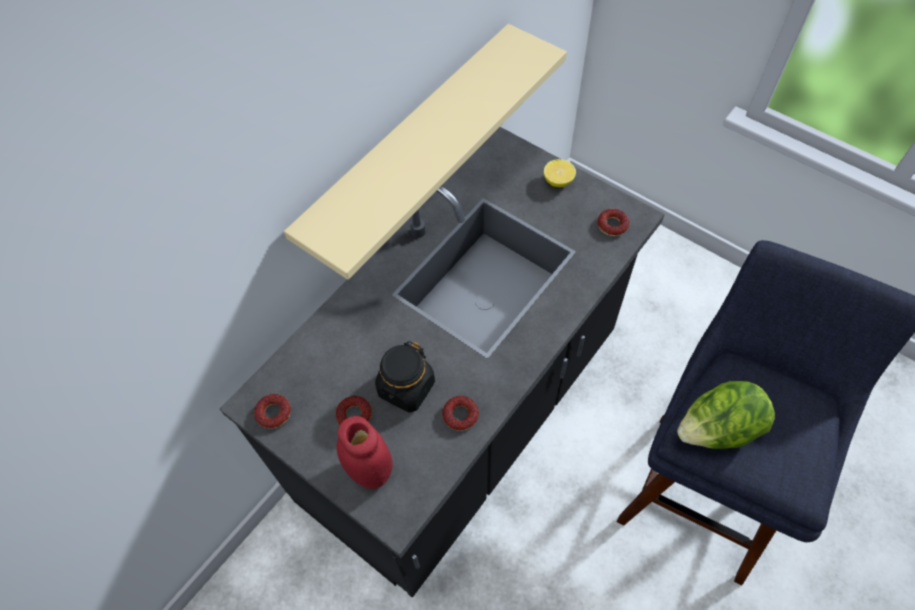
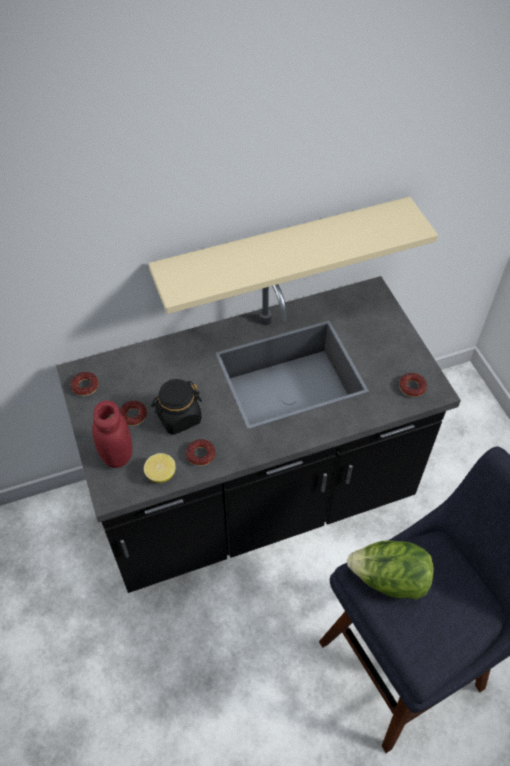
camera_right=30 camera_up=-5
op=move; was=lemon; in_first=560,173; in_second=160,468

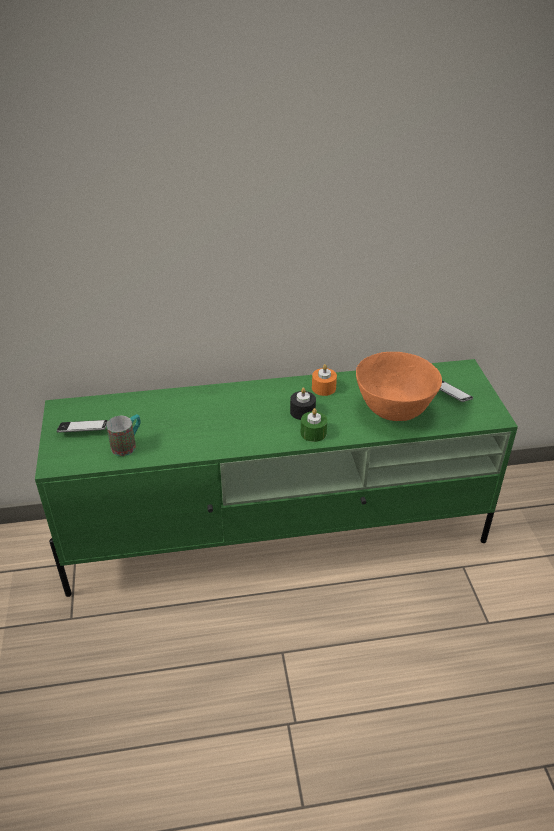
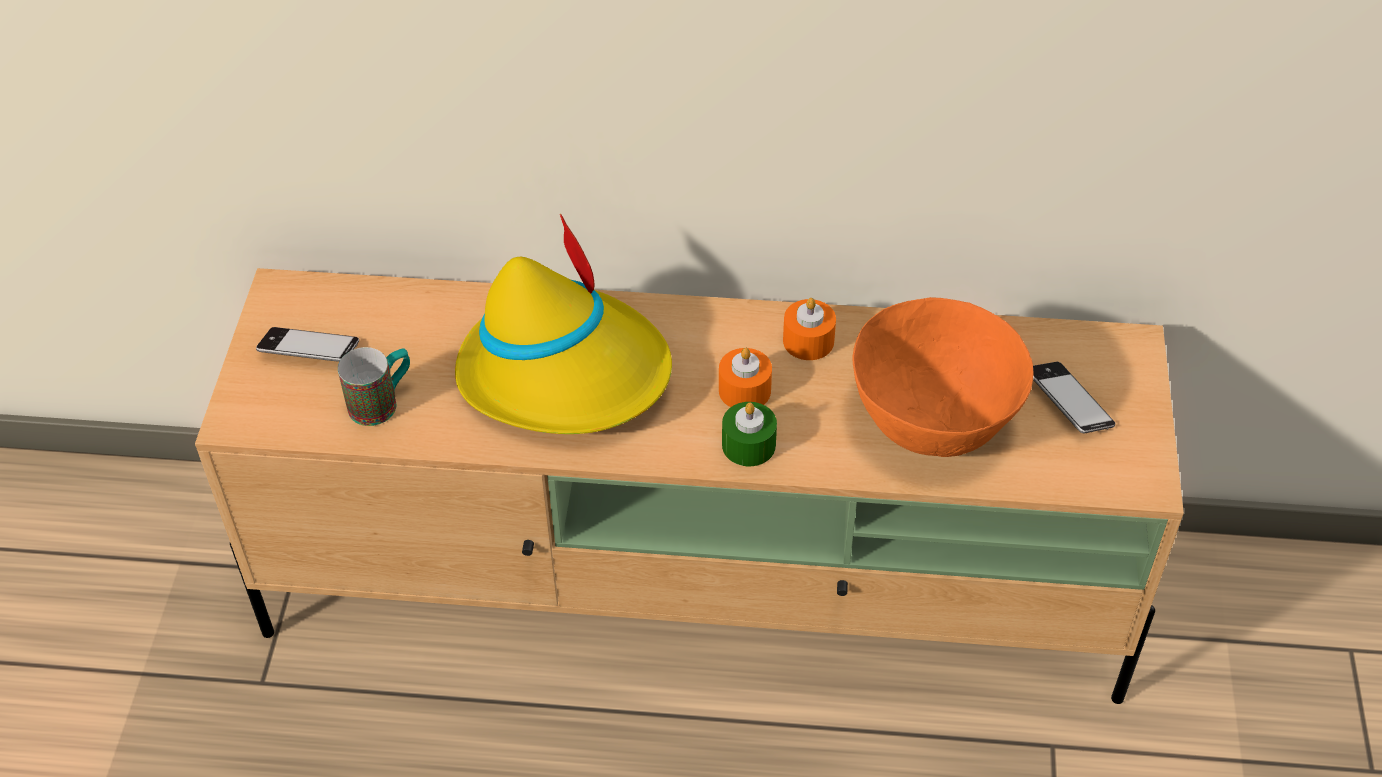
camera_right=15 camera_up=10
op=recolor; was=media console in green-coloured; now=media console in sand-coloured; in_first=276,478; in_second=689,486
op=insert; now=wearable hat in yellowish; in_second=563,324
op=recolor; was=wax light in black; now=wax light in orange; in_first=303,404; in_second=745,377

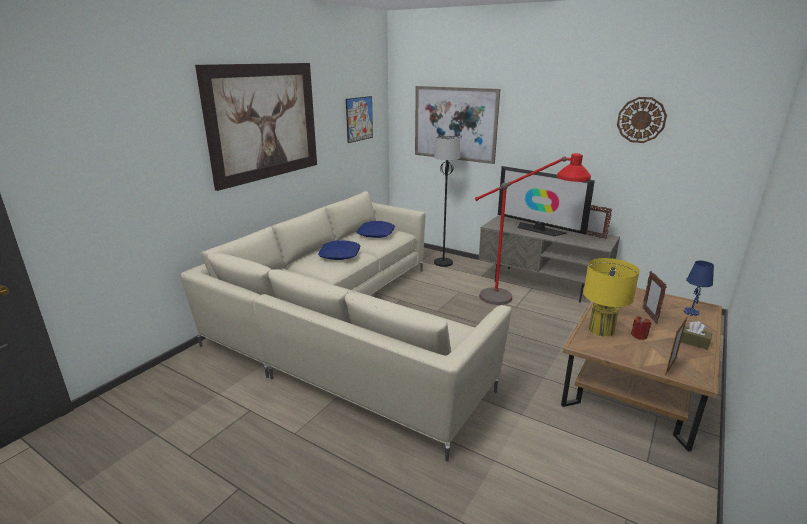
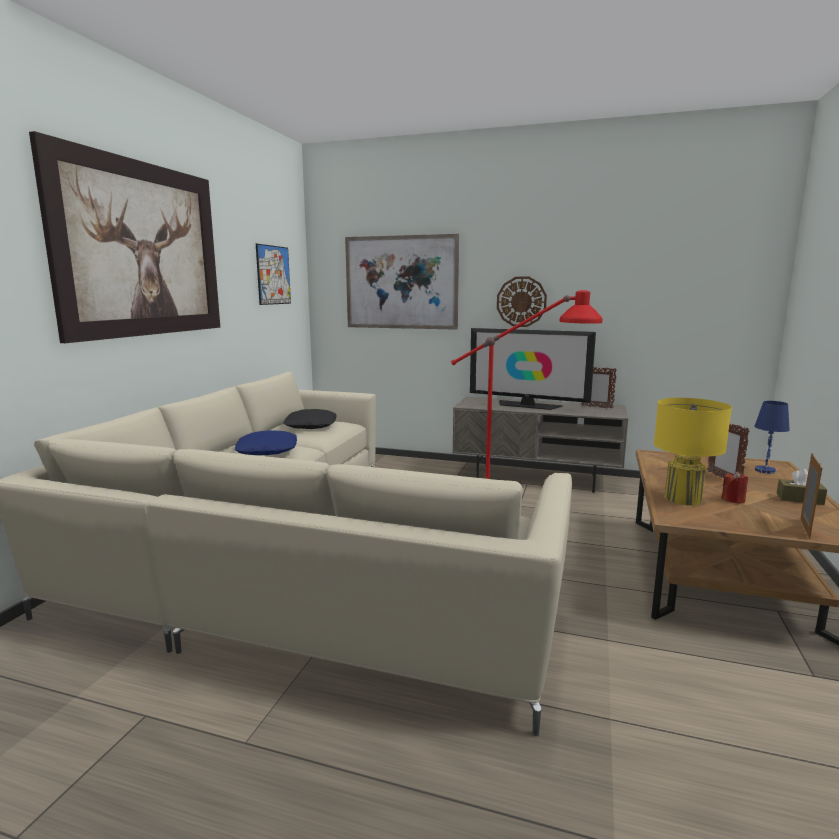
camera_right=-15 camera_up=-10
op=recolor; was=pillow in blue; now=pillow in black; in_first=376,229; in_second=310,419
op=move; was=hanging clock; in_first=642,120; in_second=522,302
op=delete; was=floor lamp in black; in_first=447,201

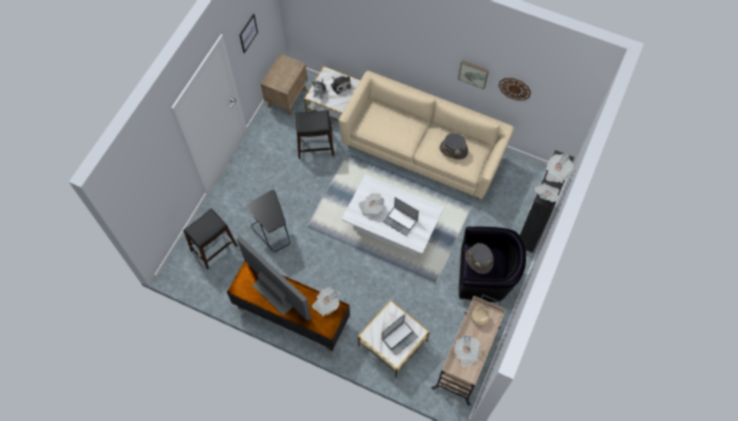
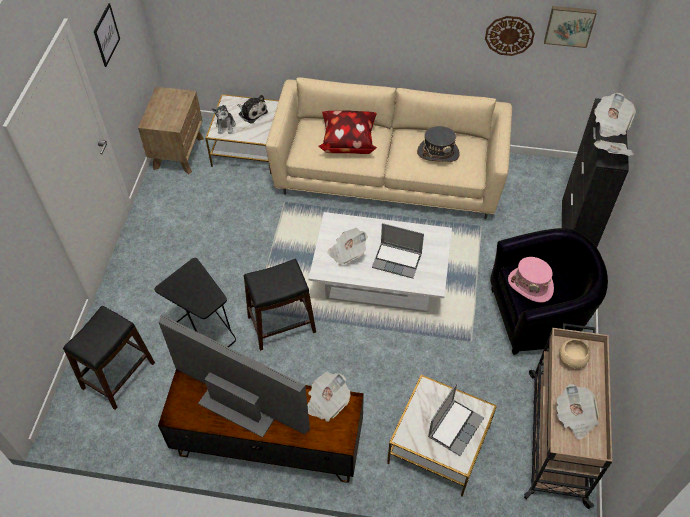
camera_right=-15 camera_up=-10
op=move; was=sitting stool in black; in_first=315,134; in_second=280,305
op=insert; now=pillow; in_second=347,132
op=recolor; was=wearable hat in gray; now=wearable hat in pink; in_first=479,258; in_second=531,280
op=move; was=wall art; in_first=473,74; in_second=570,27

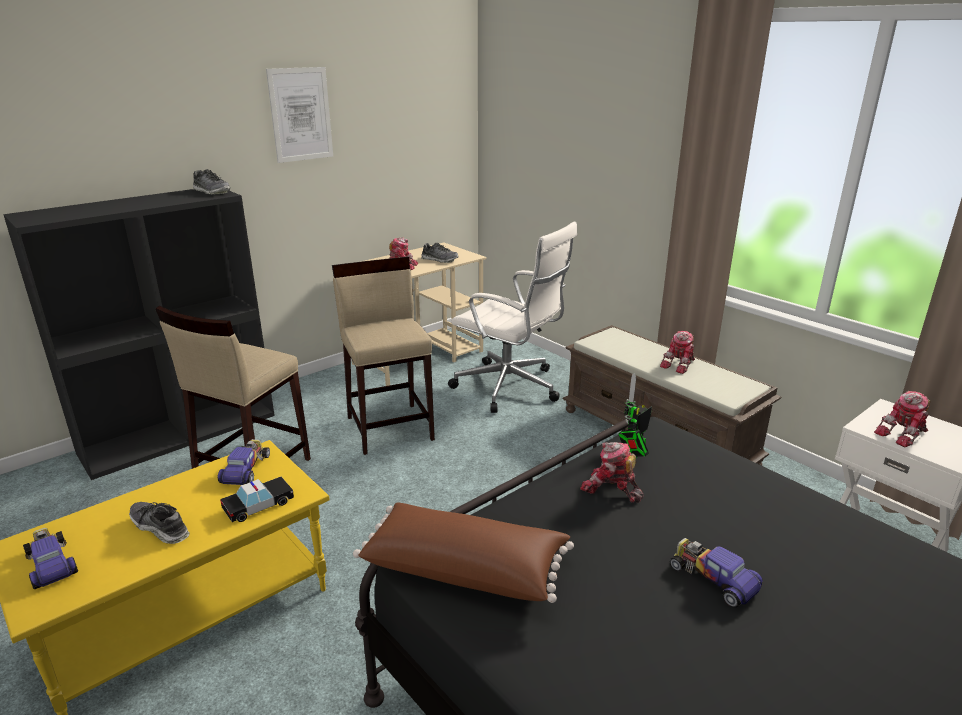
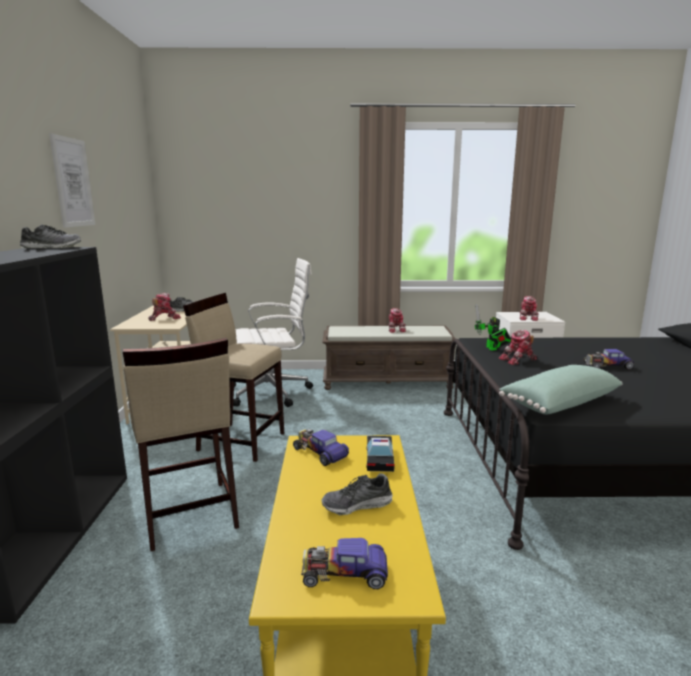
camera_right=-50 camera_up=-10
op=recolor; was=pillow in brown-coloured; now=pillow in green-coloured; in_first=463,552; in_second=560,390

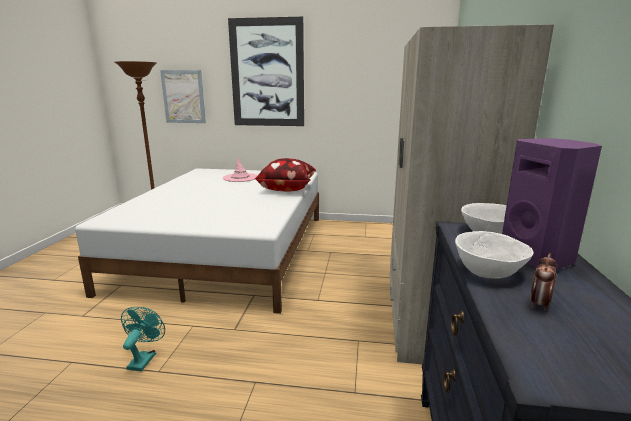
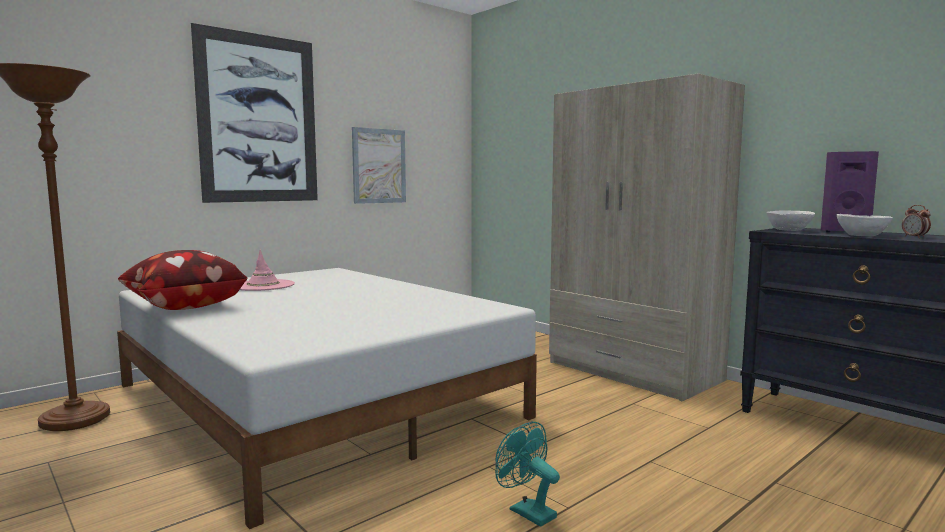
camera_right=-50 camera_up=-10
op=move; was=pillow; in_first=285,175; in_second=183,280
op=move; was=wall art; in_first=183,96; in_second=379,165

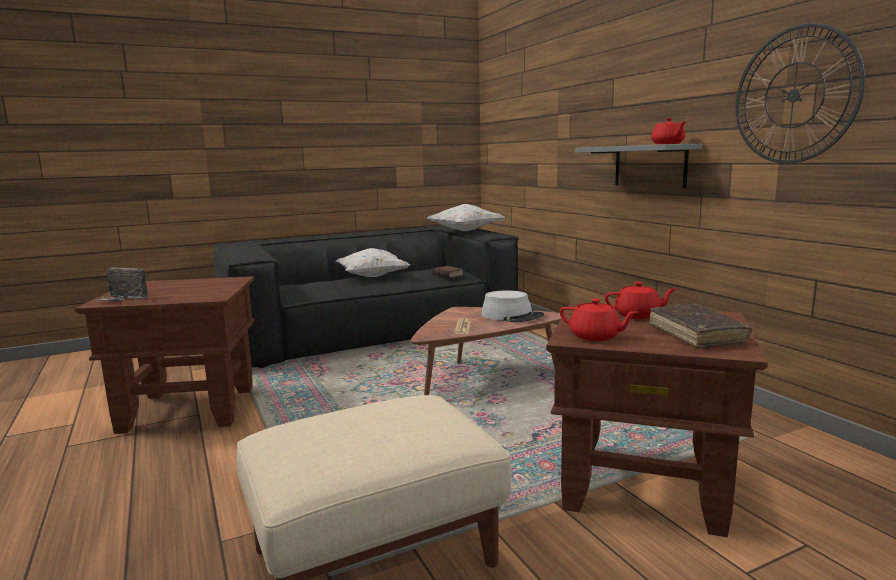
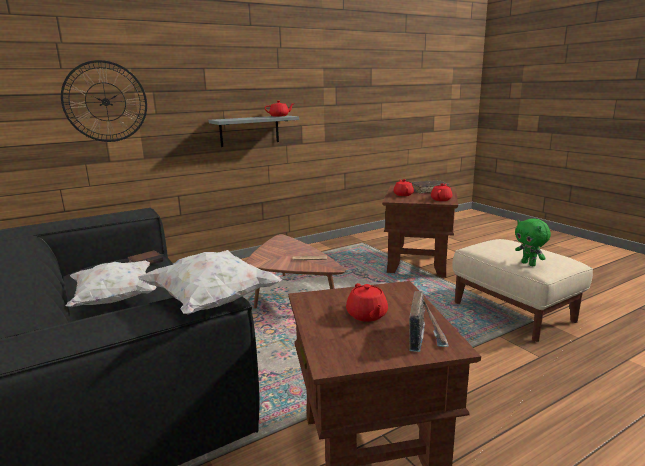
camera_right=-95 camera_up=5
op=move; was=hanging clock; in_first=800,93; in_second=104,101
op=move; was=pillow in white; in_first=466,217; in_second=209,282
op=insert; now=teapot in reddish; in_second=367,302
op=insert; now=soft toy in green-coloured; in_second=533,242
op=delete; was=wearable hat in gray; in_first=512,306

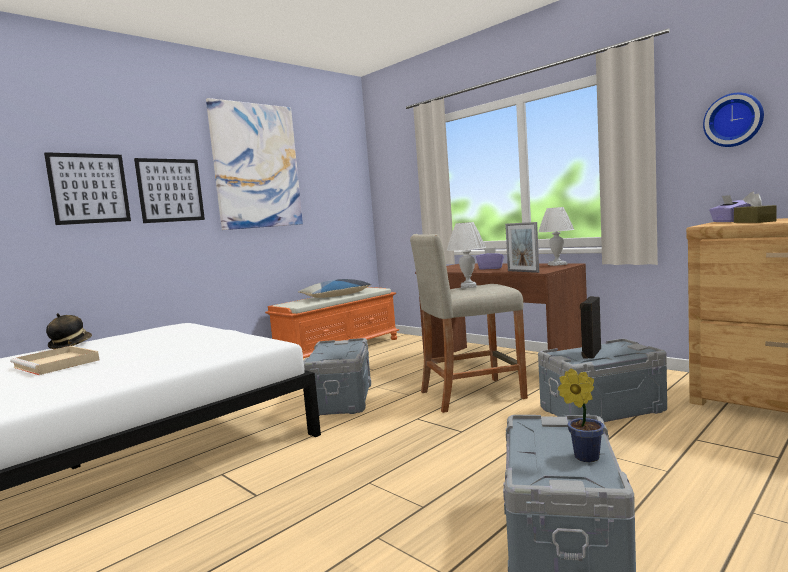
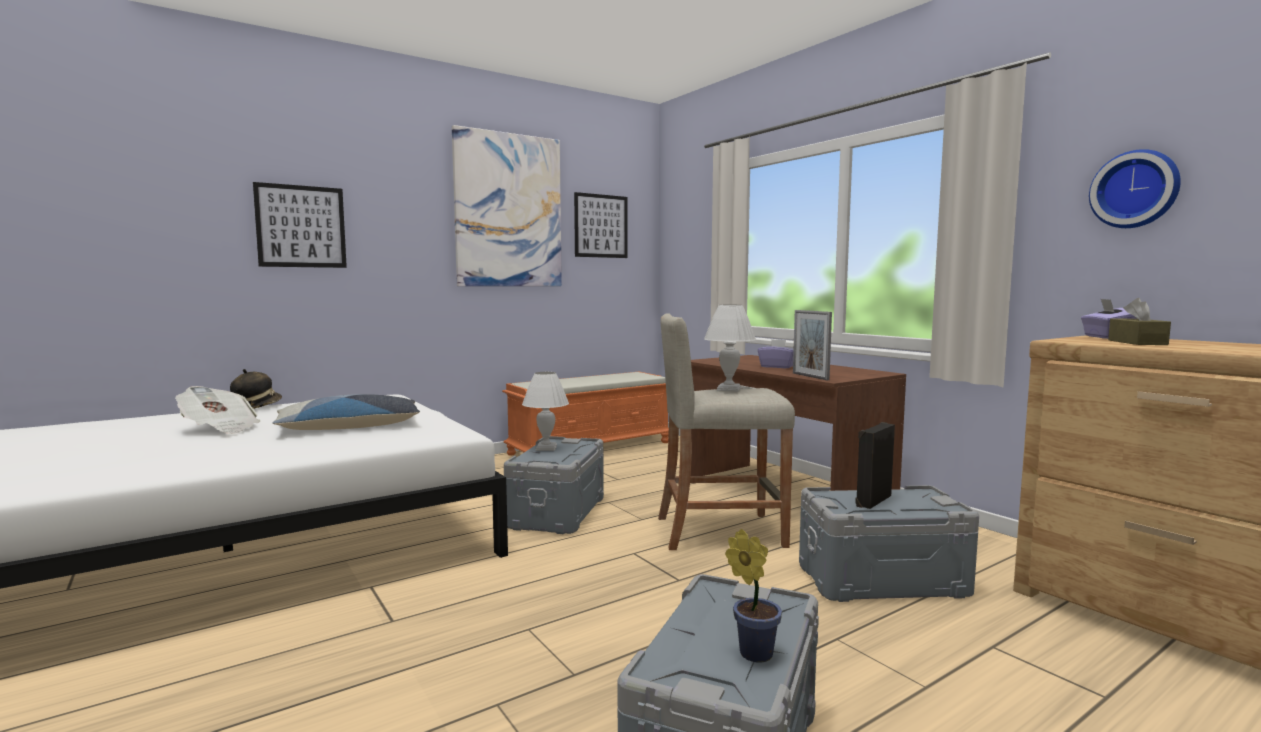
camera_right=10 camera_up=0
op=replace; was=carrying tray in sand-coloured; now=newspaper; in_first=54,360; in_second=217,410
op=move; was=pillow; in_first=334,288; in_second=346,412
op=move; was=lamp for a table in white; in_first=556,236; in_second=545,411
op=move; was=wall art; in_first=169,190; in_second=601,225

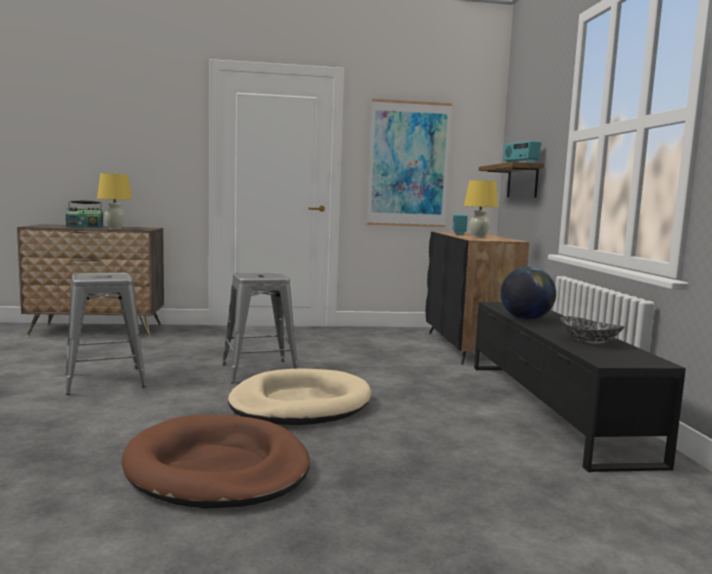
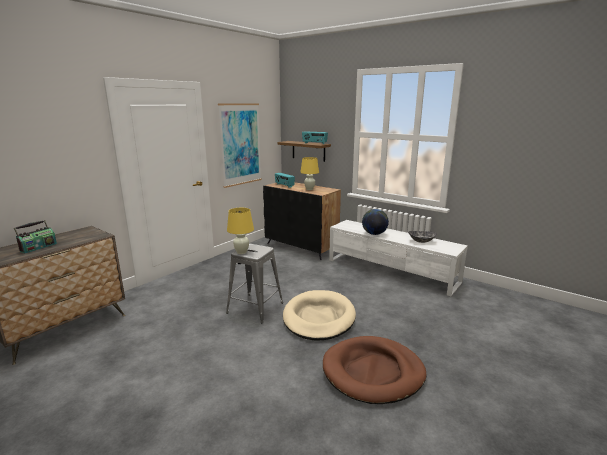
camera_right=-45 camera_up=10
op=move; was=lamp for a table in yellowish; in_first=114,201; in_second=240,231
op=recolor; was=media console in black; now=media console in white; in_first=580,387; in_second=398,258
op=delete; was=sitting stool in gray; in_first=106,334

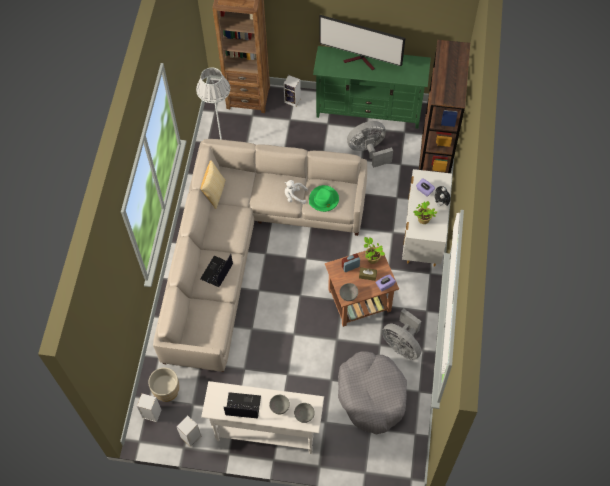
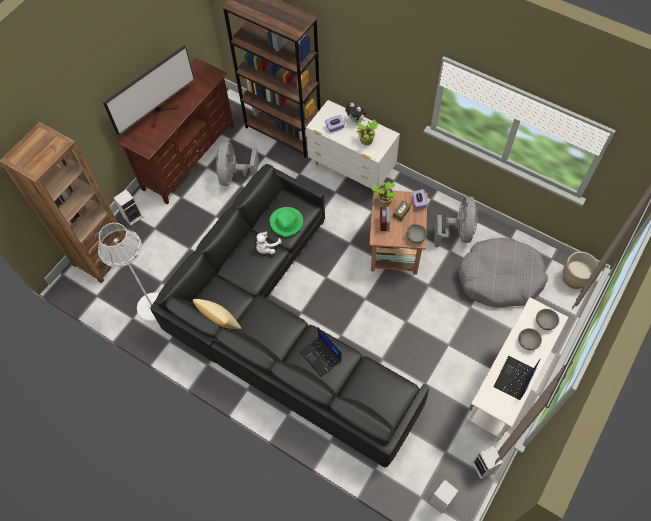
camera_right=-65 camera_up=0
op=recolor; was=media console in green-coloured; now=media console in brown-coloured; in_first=372,87; in_second=175,130
op=recolor; was=sofa in sand-coloured; now=sofa in black; in_first=260,255; in_second=290,315
op=rotate; was=cooling fan in gray; in_first=402,334; in_second=456,221; clockwise=-60
op=move; was=flower pot in sand-coloured; in_first=164,385; in_second=580,270

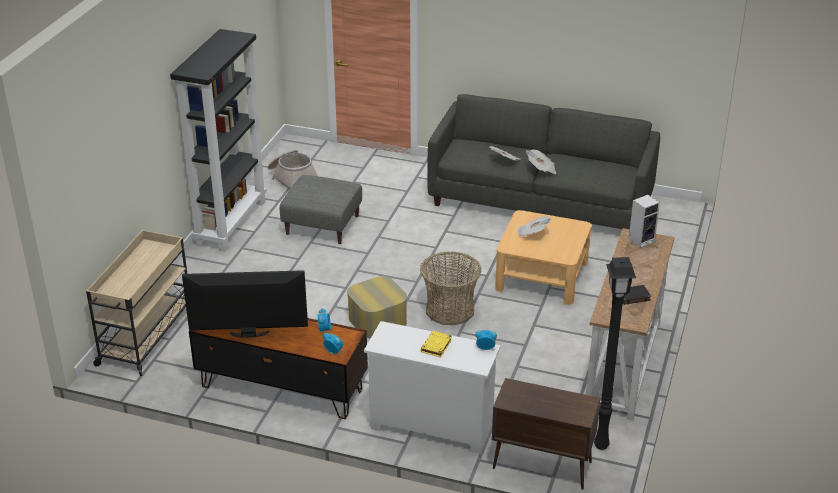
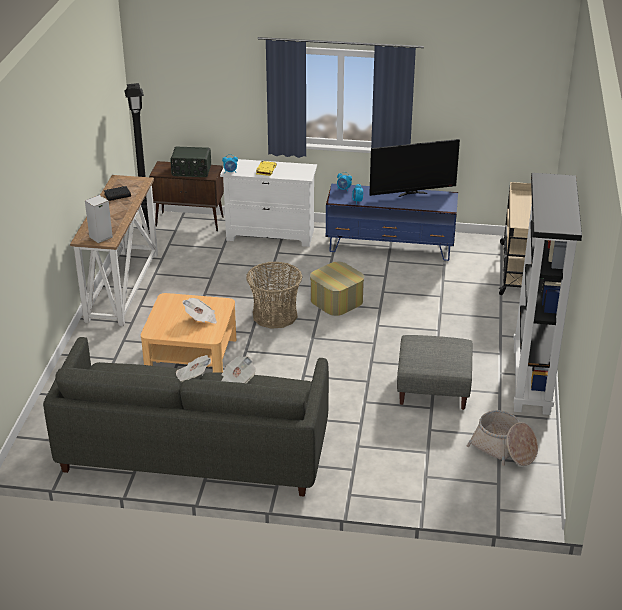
camera_right=170 camera_up=0
op=insert; now=radio; in_second=190,162
op=recolor; was=media console in brown-coloured; now=media console in blue; in_first=278,368; in_second=392,222

